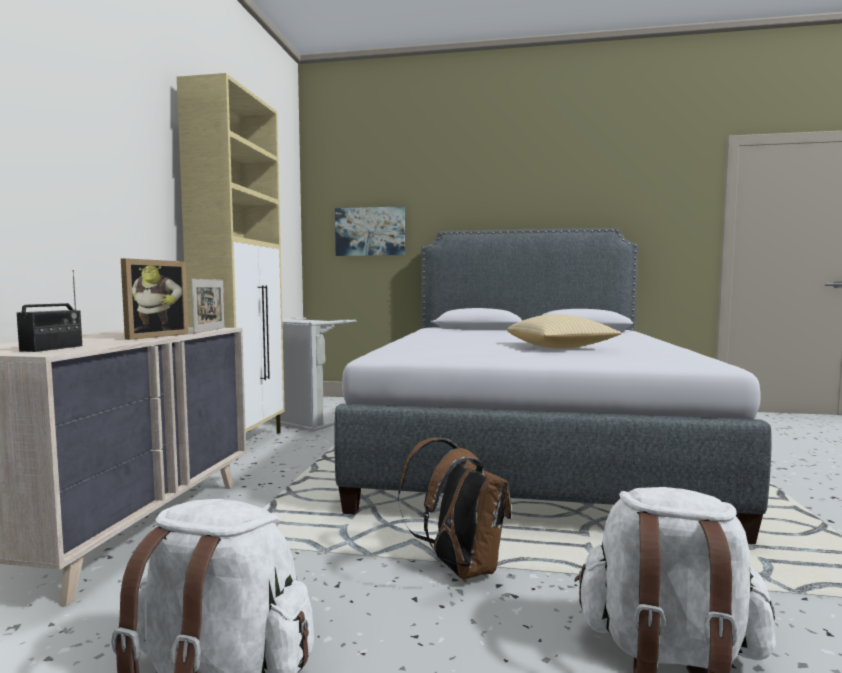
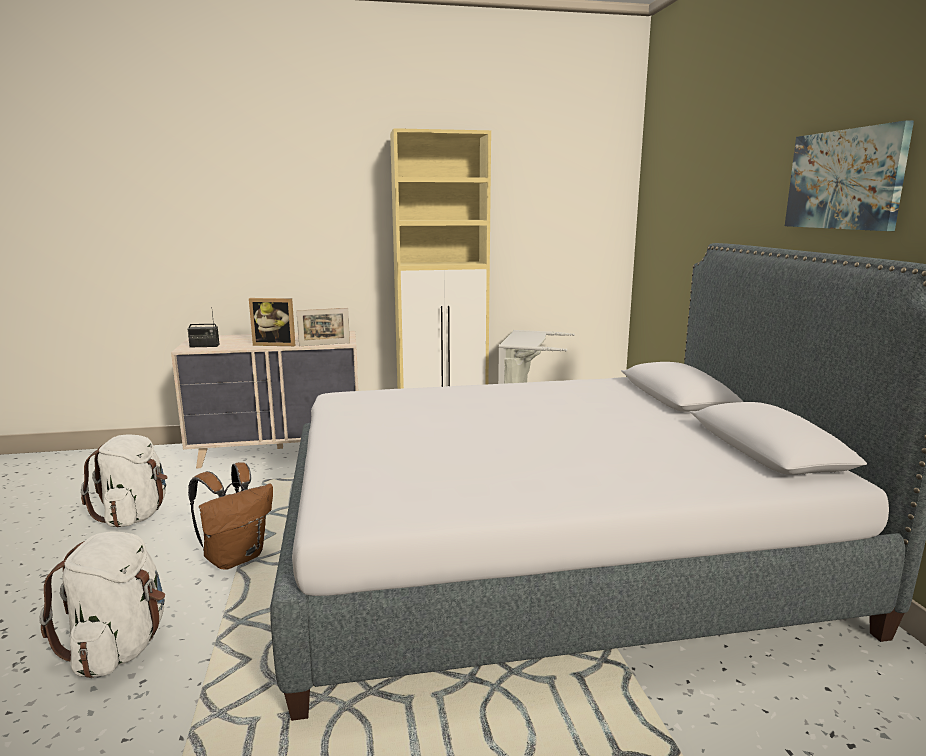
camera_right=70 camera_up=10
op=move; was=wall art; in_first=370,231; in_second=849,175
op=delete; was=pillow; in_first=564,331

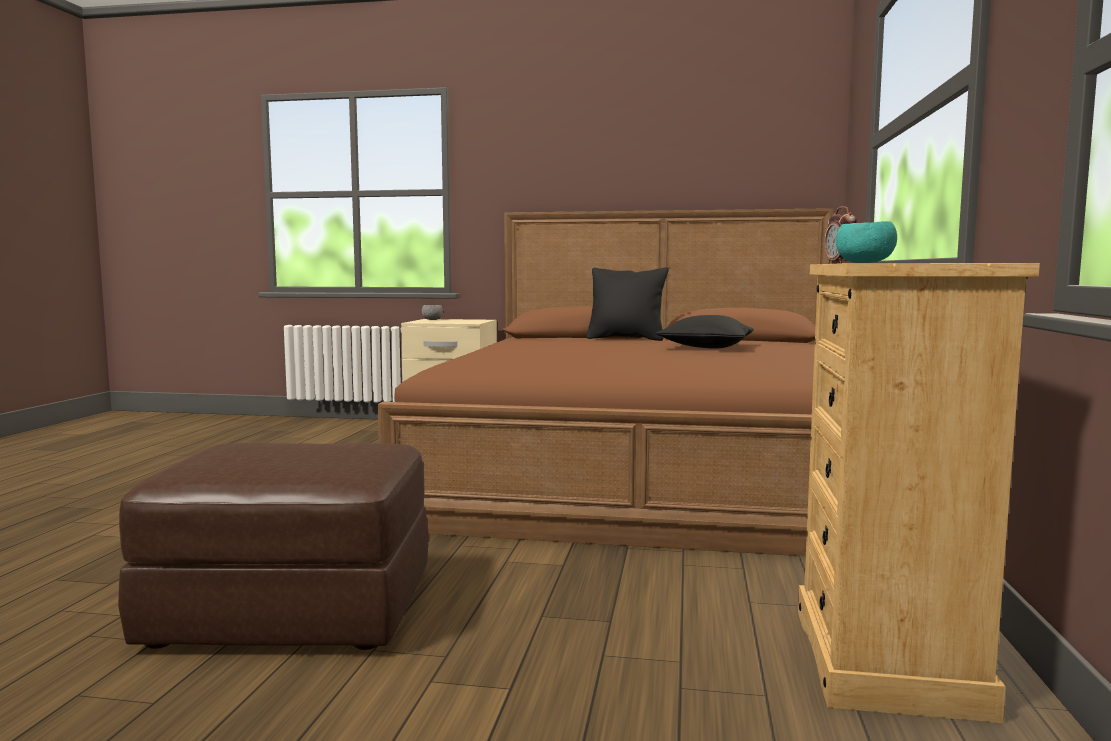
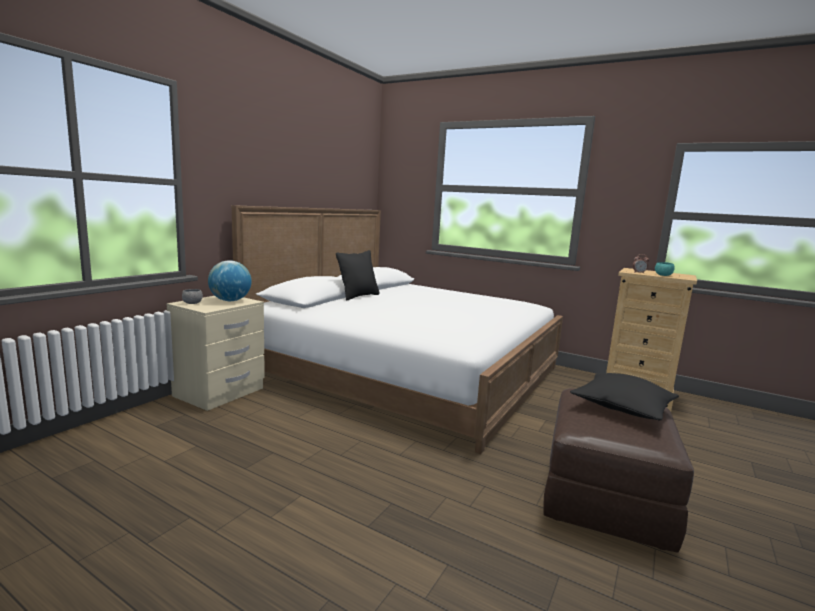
camera_right=-70 camera_up=5
op=insert; now=globe; in_second=230,280
op=recolor; was=bed in brown-coloured; now=bed in white; in_first=605,382; in_second=397,329
op=move; was=pillow in black; in_first=705,332; in_second=624,396

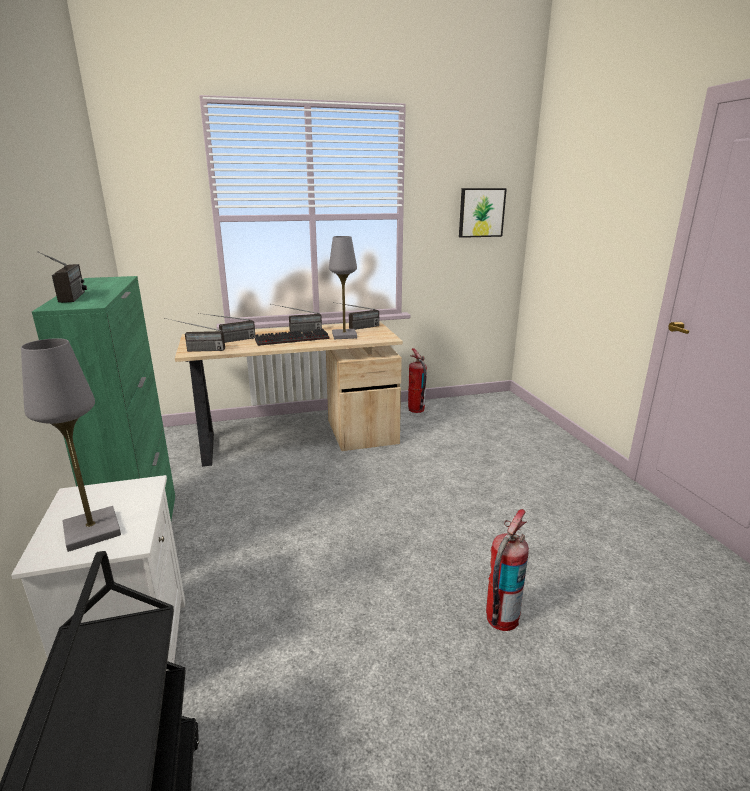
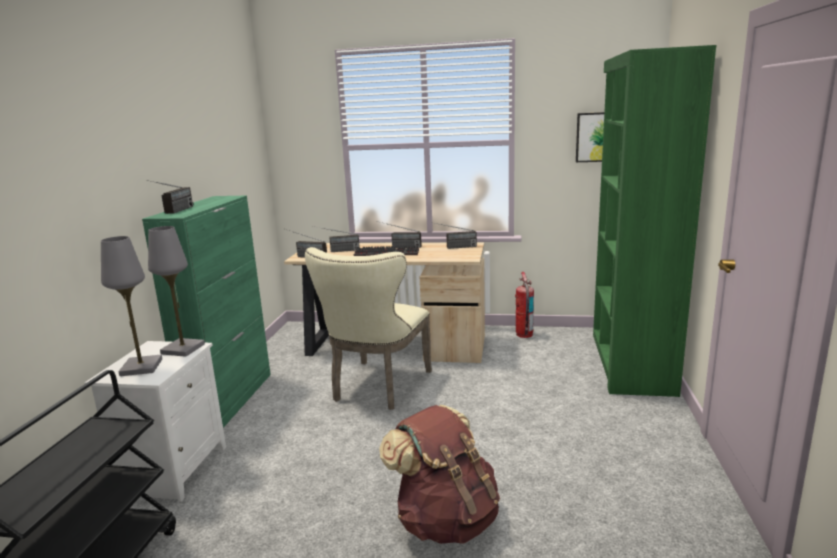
camera_right=25 camera_up=-5
op=move; was=lamp for a table in gray; in_first=343,287; in_second=176,291
op=insert; now=chair in sand-coloured; in_second=368,328
op=replace; was=extinguisher; now=backpack in brown-coloured; in_first=507,570; in_second=439,474
op=insert; now=shelving unit in green-coloured; in_second=654,221

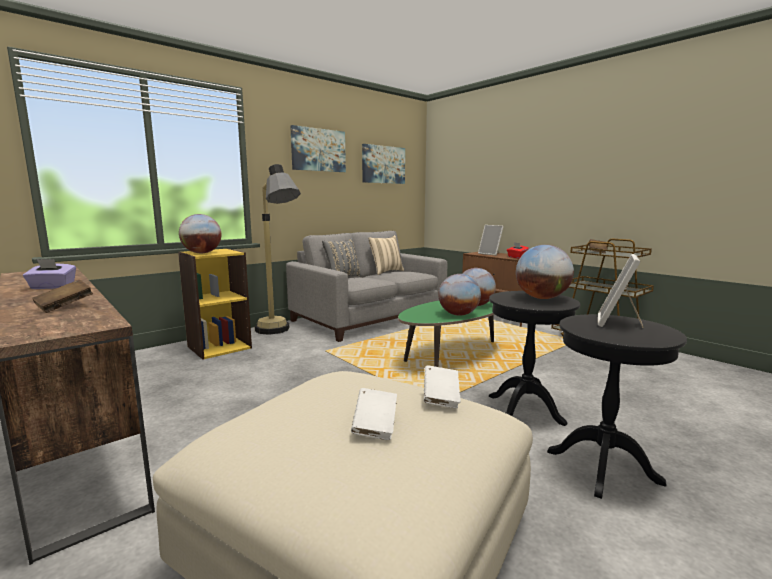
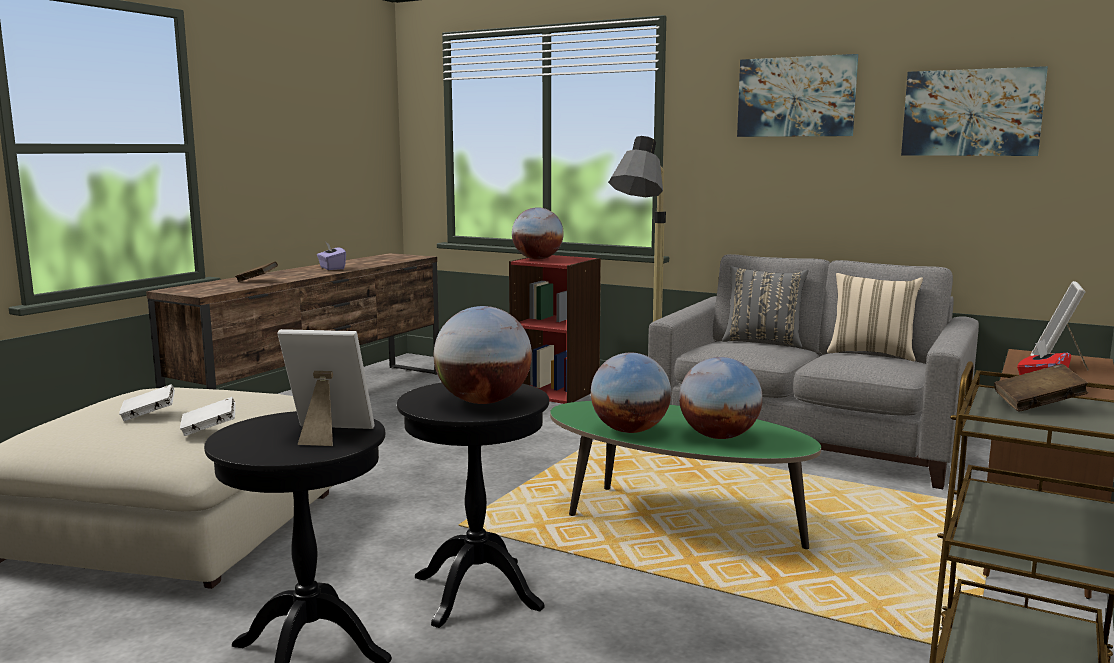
camera_right=70 camera_up=0
op=recolor; was=shelving unit in yellowish; now=shelving unit in reddish; in_first=215,304; in_second=555,329

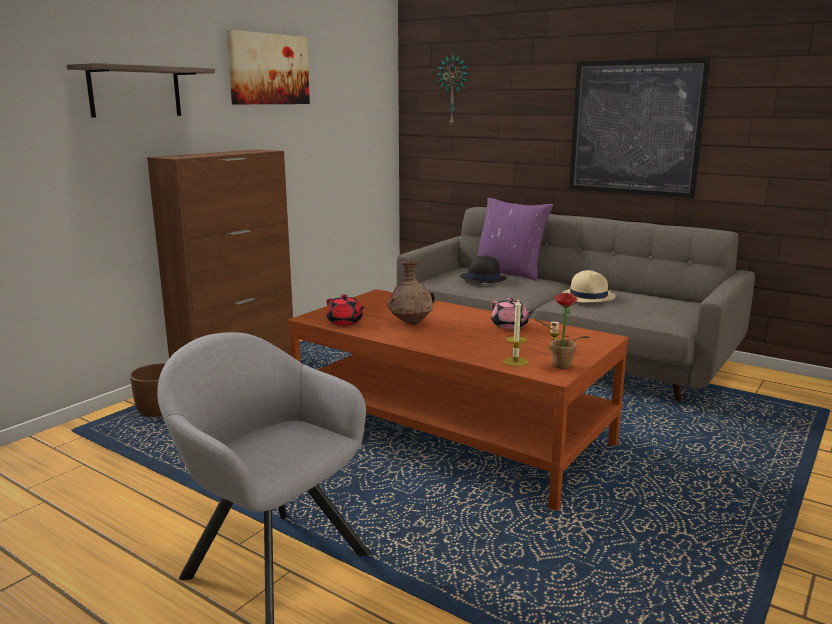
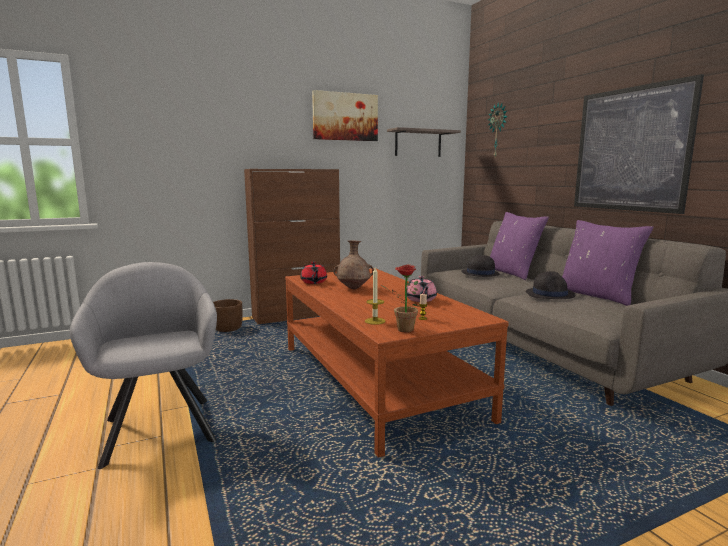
camera_right=30 camera_up=-5
op=move; was=shelf; in_first=141,90; in_second=424,142
op=recolor; was=wearable hat in sand-coloured; now=wearable hat in black; in_first=589,286; in_second=550,285
op=insert; now=pillow in purple-coloured; in_second=607,263

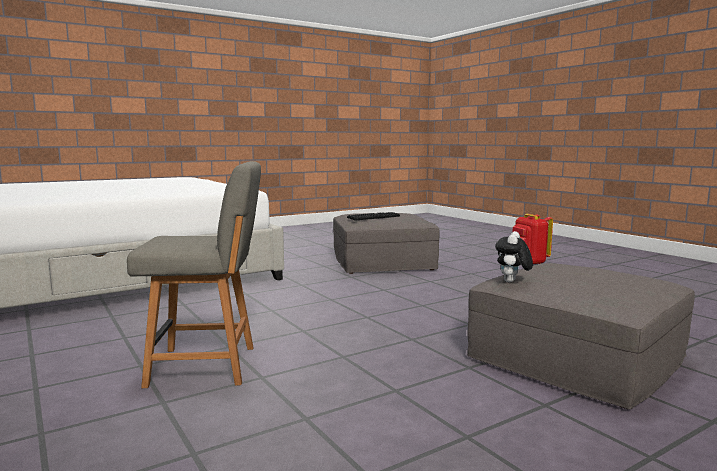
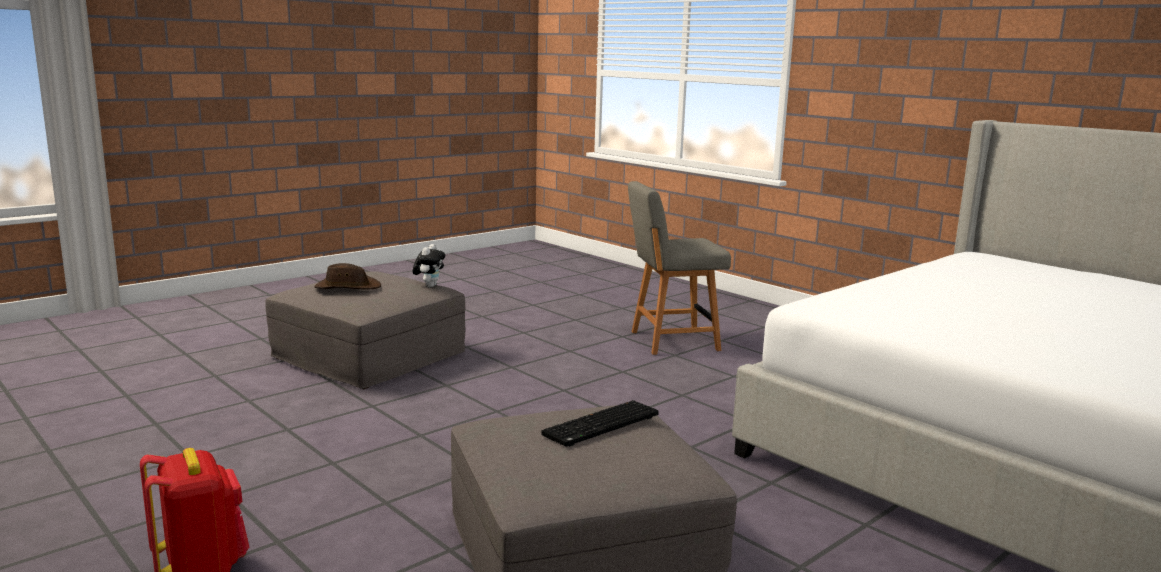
camera_right=170 camera_up=5
op=insert; now=wearable hat in brown-coloured; in_second=347,276

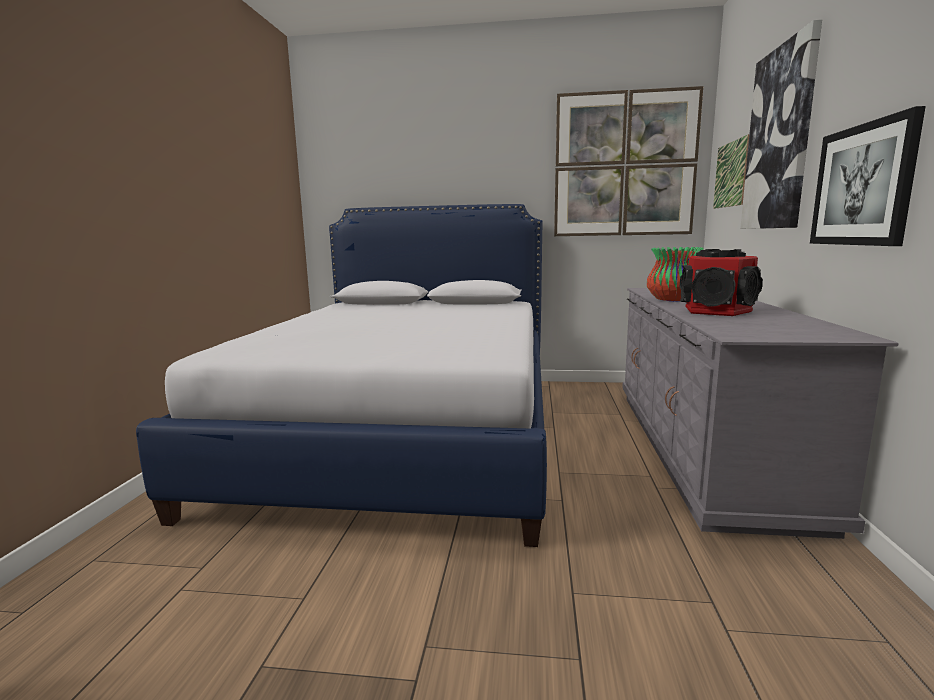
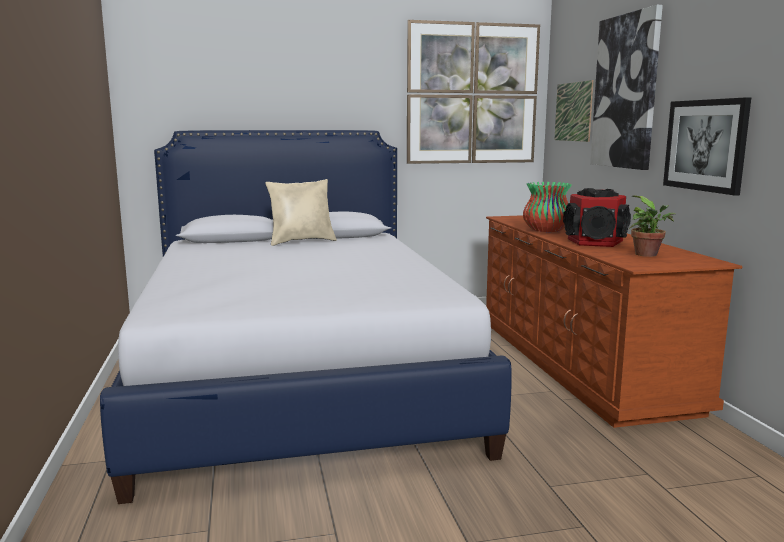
camera_right=-20 camera_up=0
op=insert; now=pillow in sand-coloured; in_second=301,212
op=recolor; was=chest of drawers in gray; now=chest of drawers in brown-coloured; in_first=760,413; in_second=614,321
op=insert; now=plant in a pot; in_second=652,226

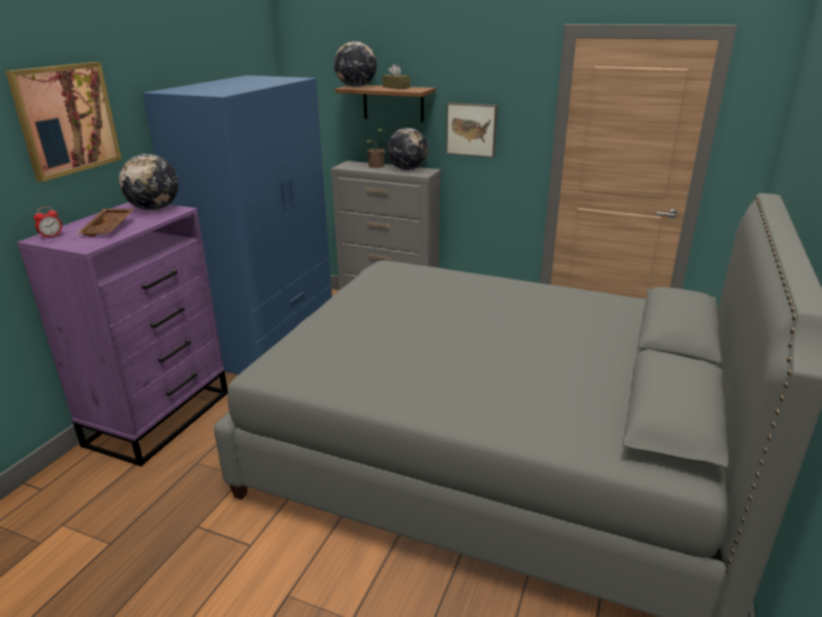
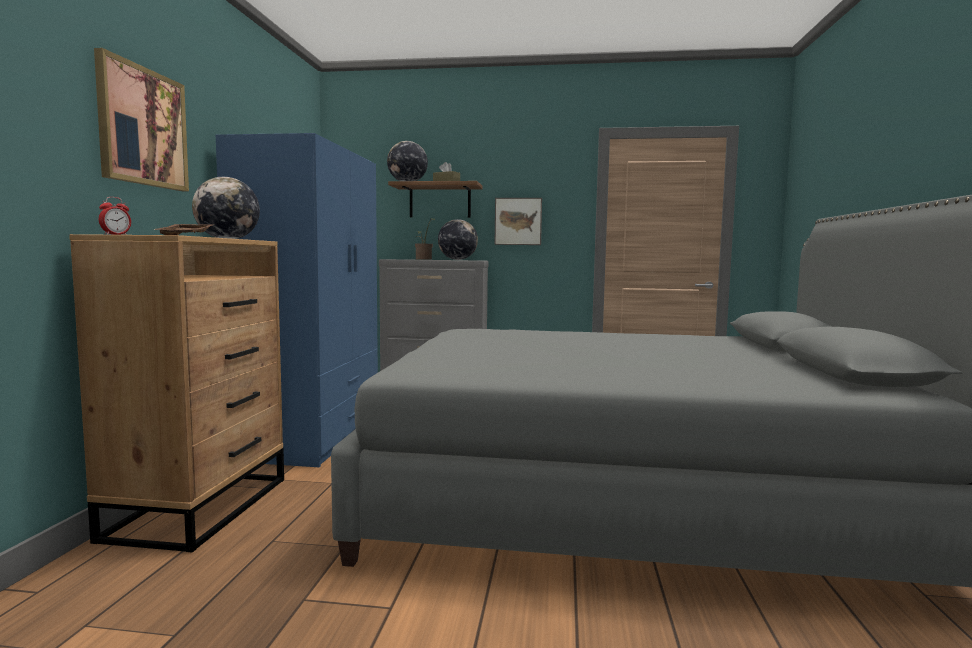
camera_right=-15 camera_up=-20
op=recolor; was=chest of drawers in purple-coloured; now=chest of drawers in brown-coloured; in_first=122,334; in_second=176,393

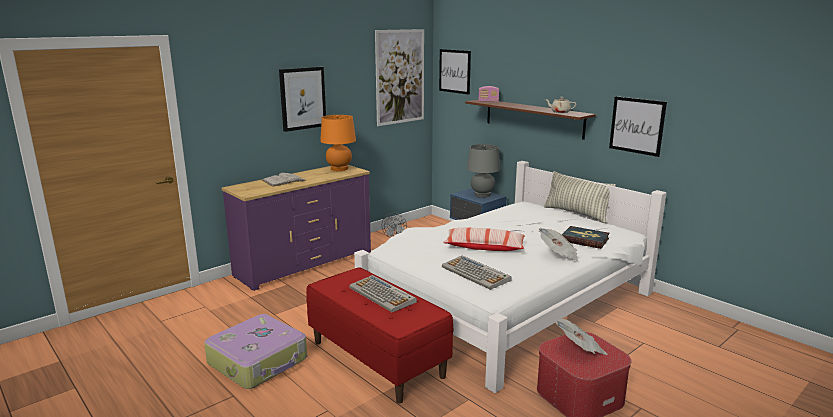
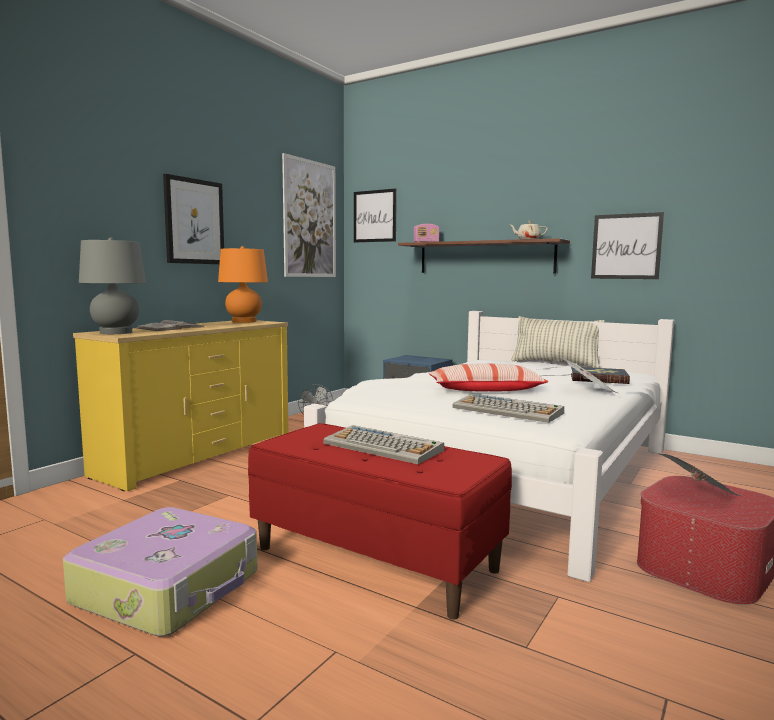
camera_right=-15 camera_up=-10
op=recolor; was=chest of drawers in purple-coloured; now=chest of drawers in yellowish; in_first=296,228; in_second=181,405
op=move; was=lamp for a table in gray; in_first=483,170; in_second=112,286

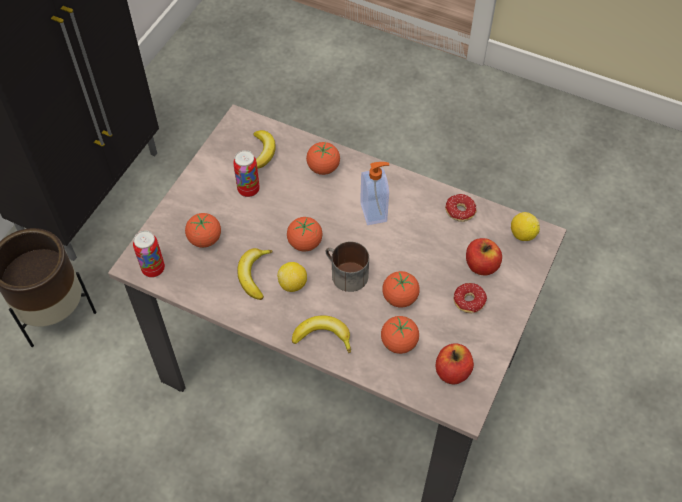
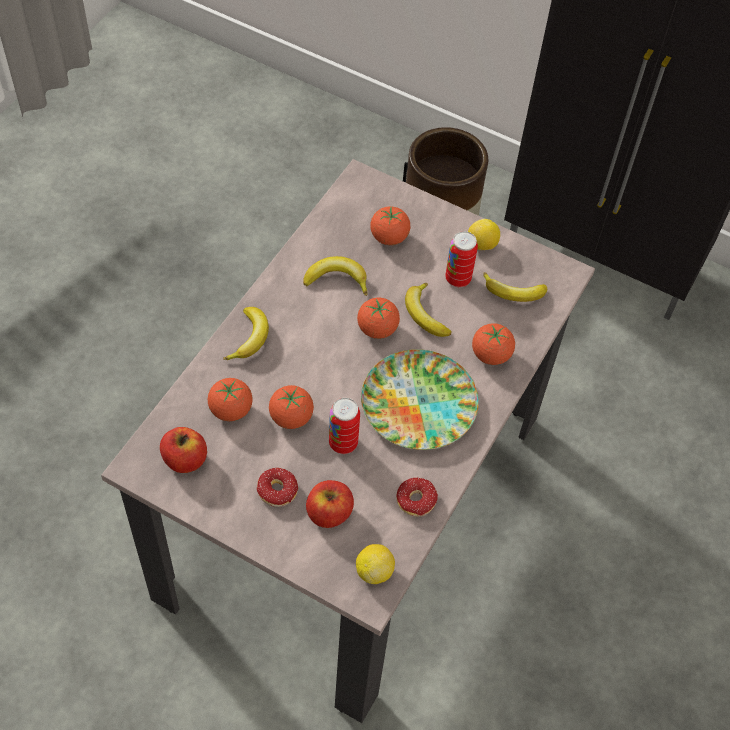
camera_right=90 camera_up=0
op=move; was=sealed can; in_first=149,254; in_second=344,426
op=replace; was=liquid soap bottle; now=flat dish; in_first=374,193; in_second=420,399
op=insert; now=whole banana; in_second=428,310
op=move; was=lemon; in_first=292,277; in_second=484,234
op=delete; was=coffee mug; in_first=347,267

